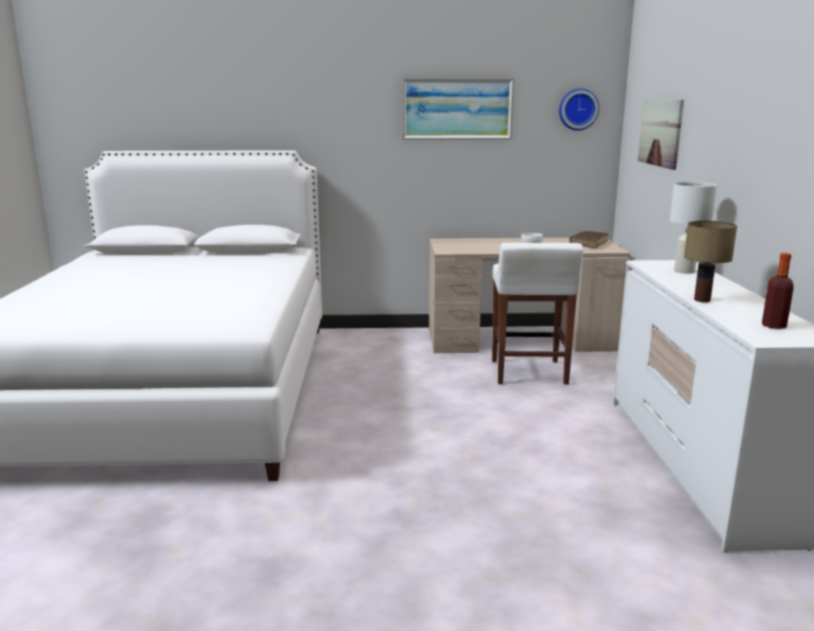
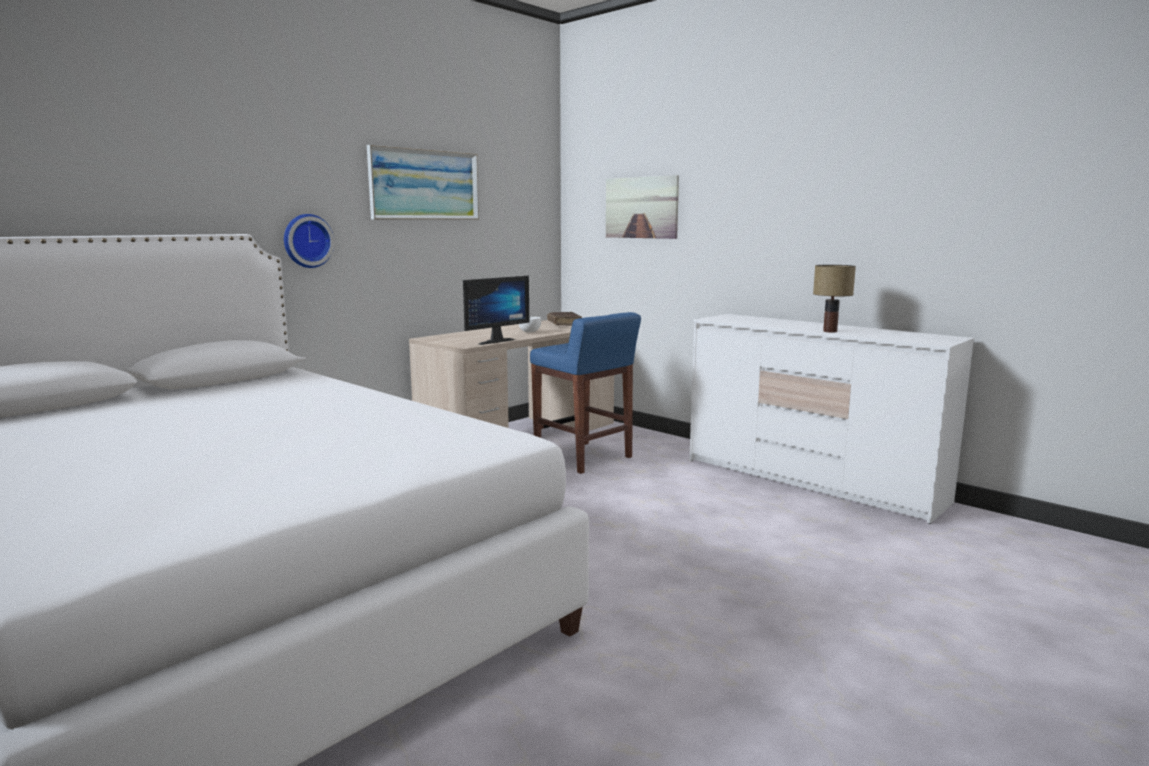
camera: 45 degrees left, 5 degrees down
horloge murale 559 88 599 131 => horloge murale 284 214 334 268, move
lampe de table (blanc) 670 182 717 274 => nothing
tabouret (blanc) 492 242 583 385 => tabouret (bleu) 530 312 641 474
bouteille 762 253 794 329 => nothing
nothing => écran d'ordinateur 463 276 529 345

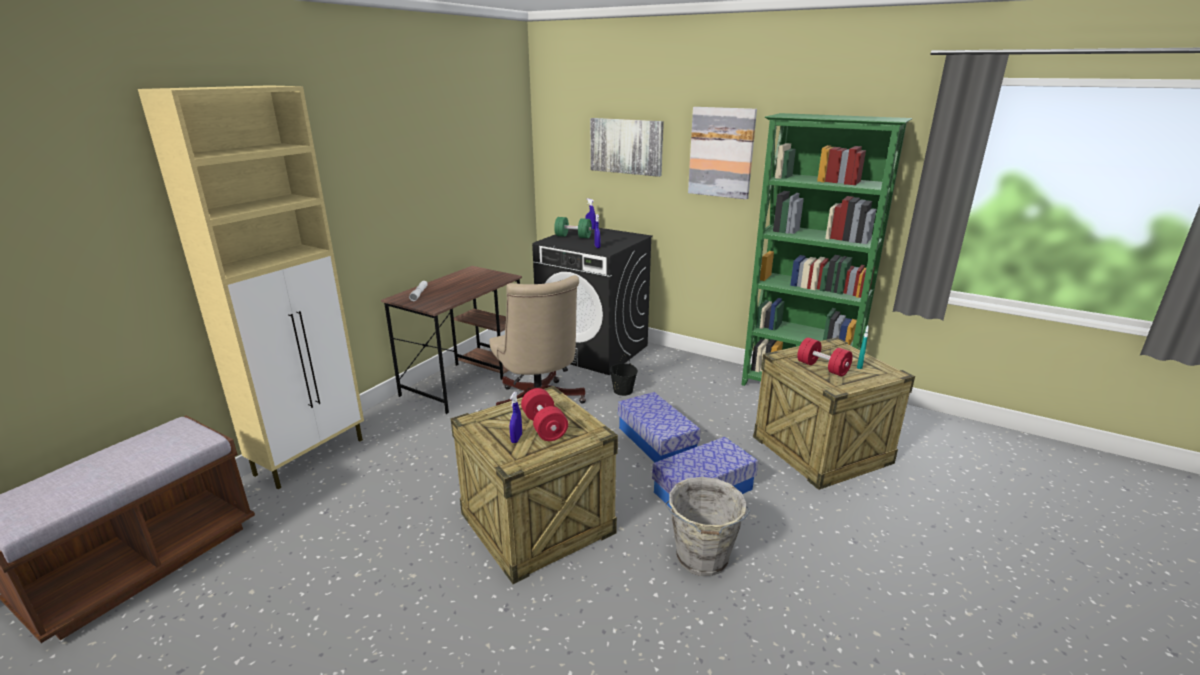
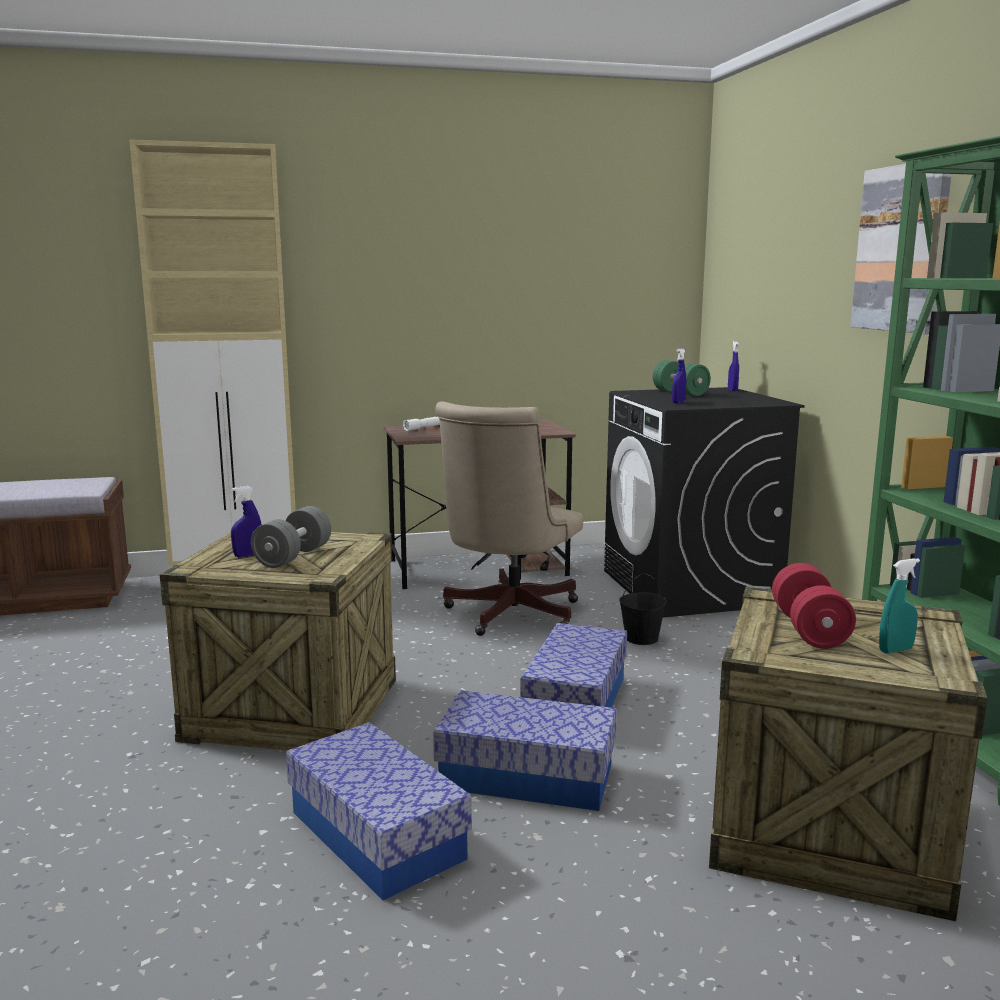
camera: 45 degrees right, 10 degrees down
tableau 590 118 664 177 => nothing
haltère (rouge) 521 388 568 441 => haltère (gris) 251 506 331 568
seau (gris) 665 477 750 576 => boîte de rangement 286 722 472 900

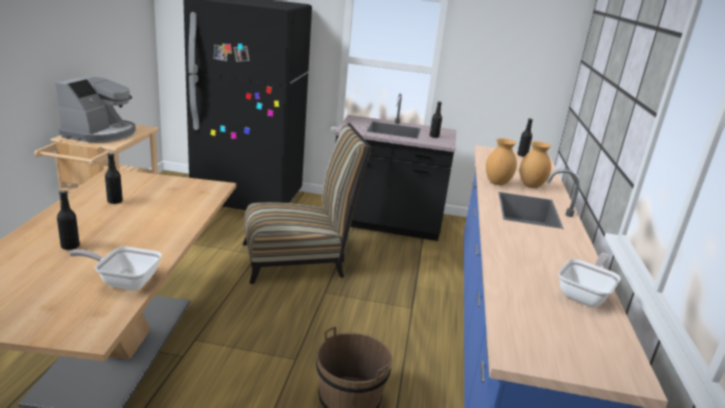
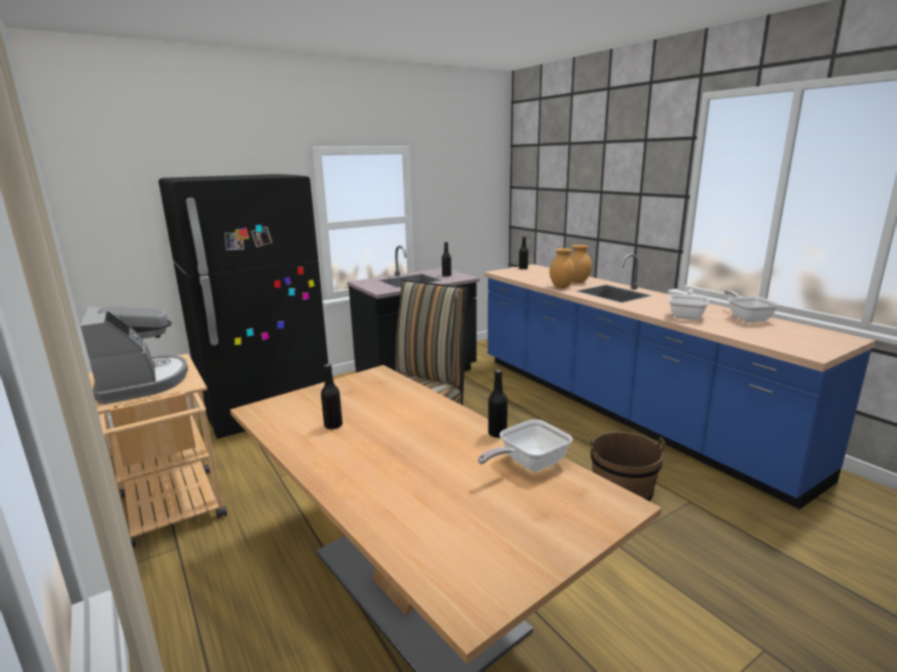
camera: 40 degrees left, 5 degrees down
bouteille (noir) 57 190 80 250 => bouteille (noir) 488 370 508 438, move
nothing => poêle 669 289 709 320

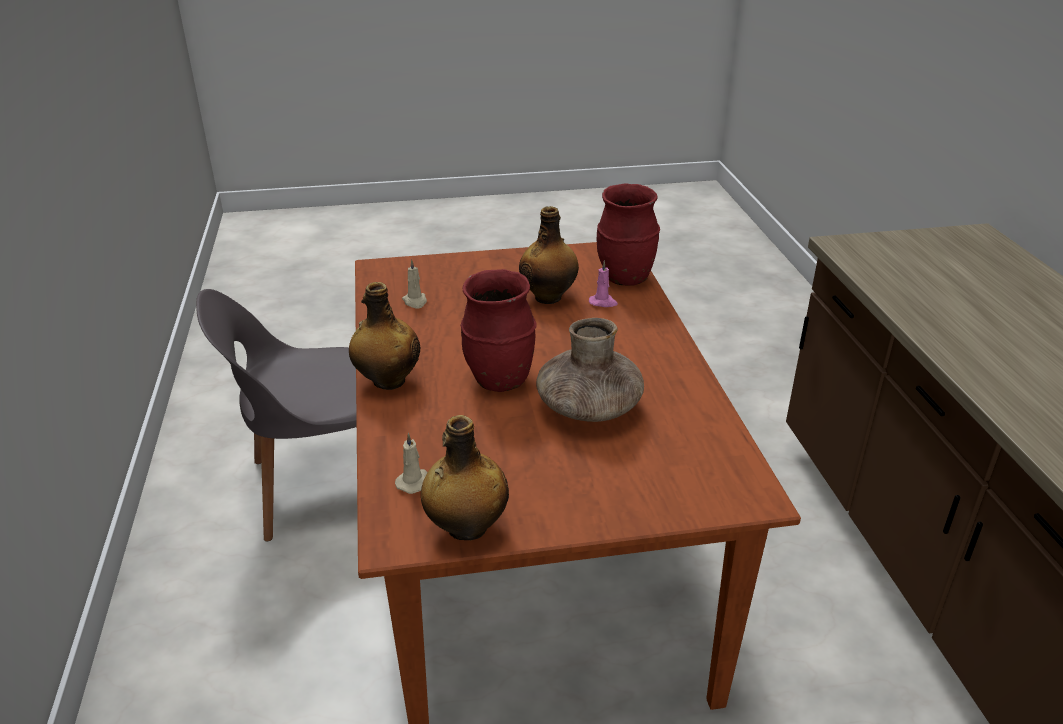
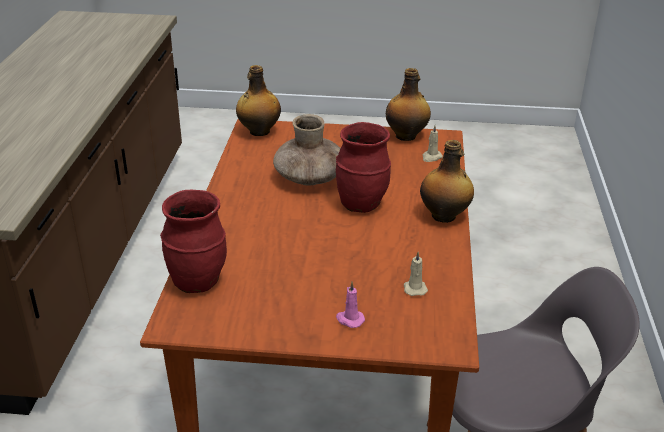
camera: 165 degrees left, 0 degrees up
bouteille 519 206 579 304 => bouteille 236 65 281 136, move
bougie (rose) 589 260 618 307 => bougie (rose) 336 282 365 328, move

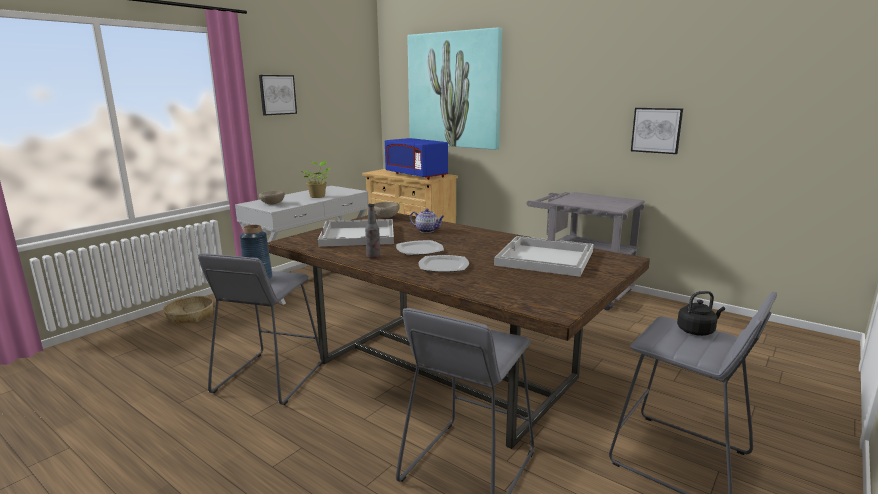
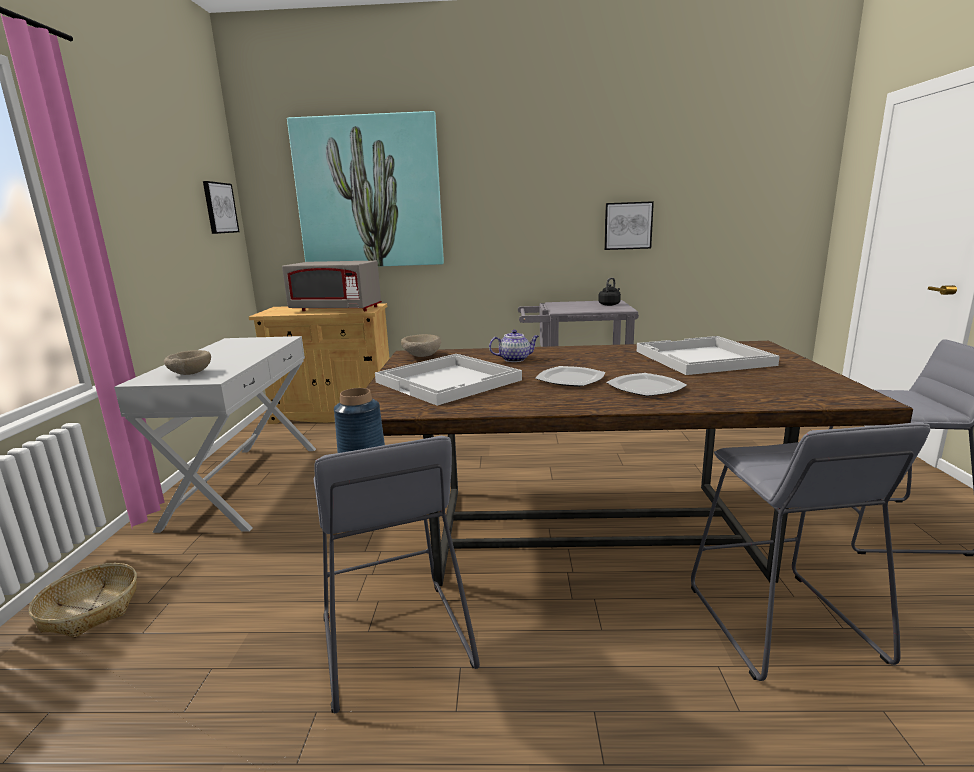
camera: 35 degrees left, 0 degrees up
tableau 259 75 297 115 => tableau 203 181 239 234, move
micro-ondes (bleu) 385 138 448 180 => micro-ondes (gris) 282 261 382 311
plante en pot 301 161 331 198 => nothing
bouteille 365 204 380 259 => nothing
bouilloire (noir) 677 291 725 336 => bouilloire (noir) 598 278 621 306, move

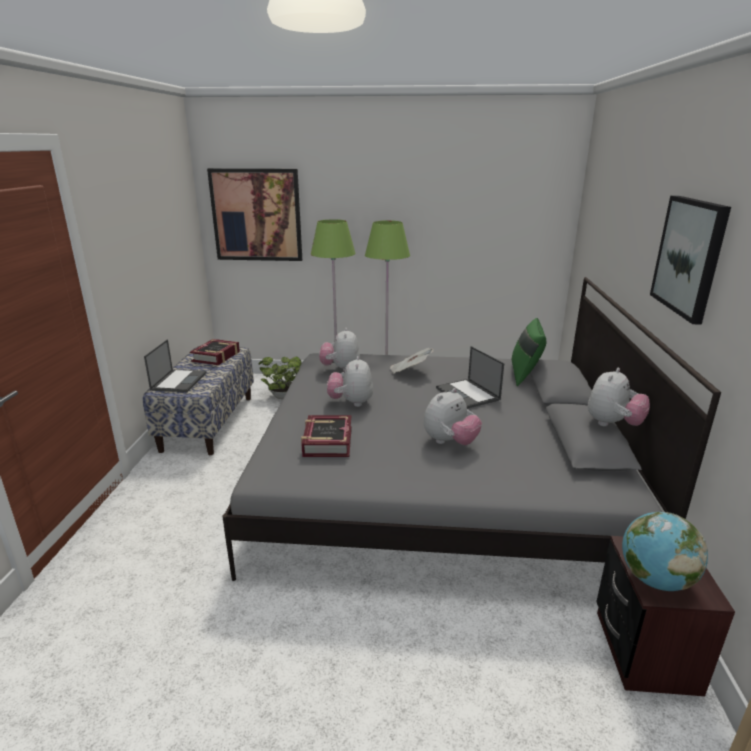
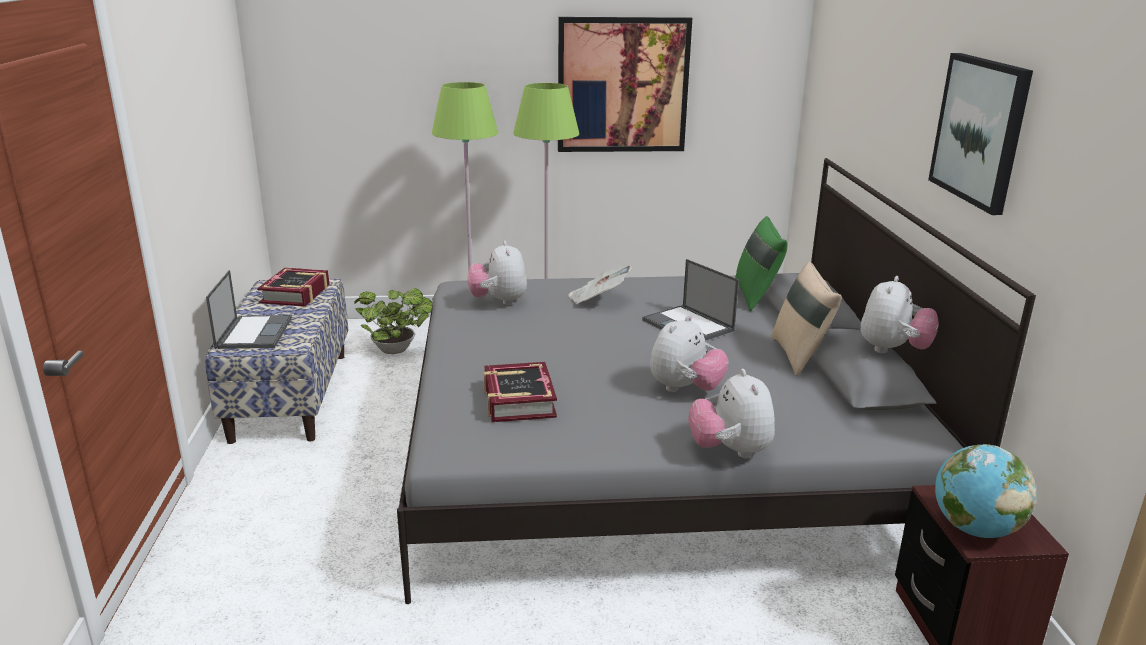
camera: 10 degrees left, 0 degrees up
tableau 207 168 302 261 => tableau 558 17 692 152, move
peluche 327 356 373 407 => peluche 688 369 775 458, move
nothing => coussin (beige) 772 262 842 376

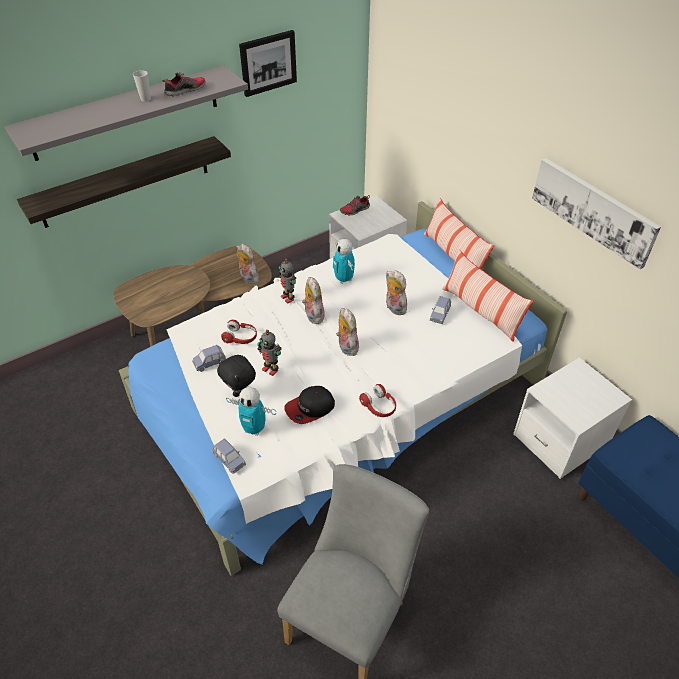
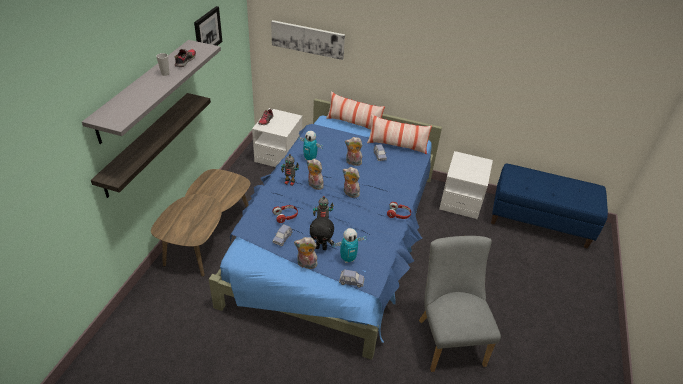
camera: 40 degrees left, 5 degrees down
tableau 532 158 661 269 => tableau 271 20 345 60, move
lit (blanc) 119 201 567 576 => lit (bleu) 209 98 442 360
peluche 236 244 259 284 => peluche 294 237 317 269, move
casquette 285 386 335 424 => nothing

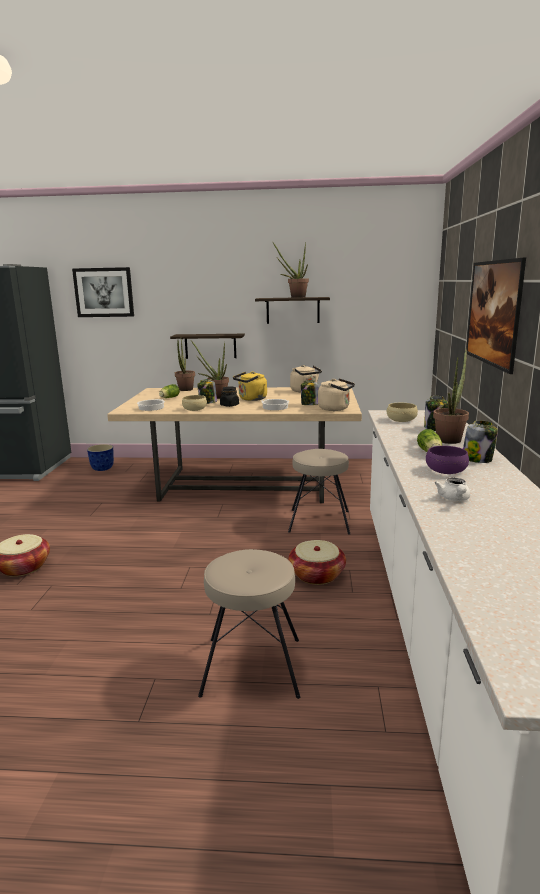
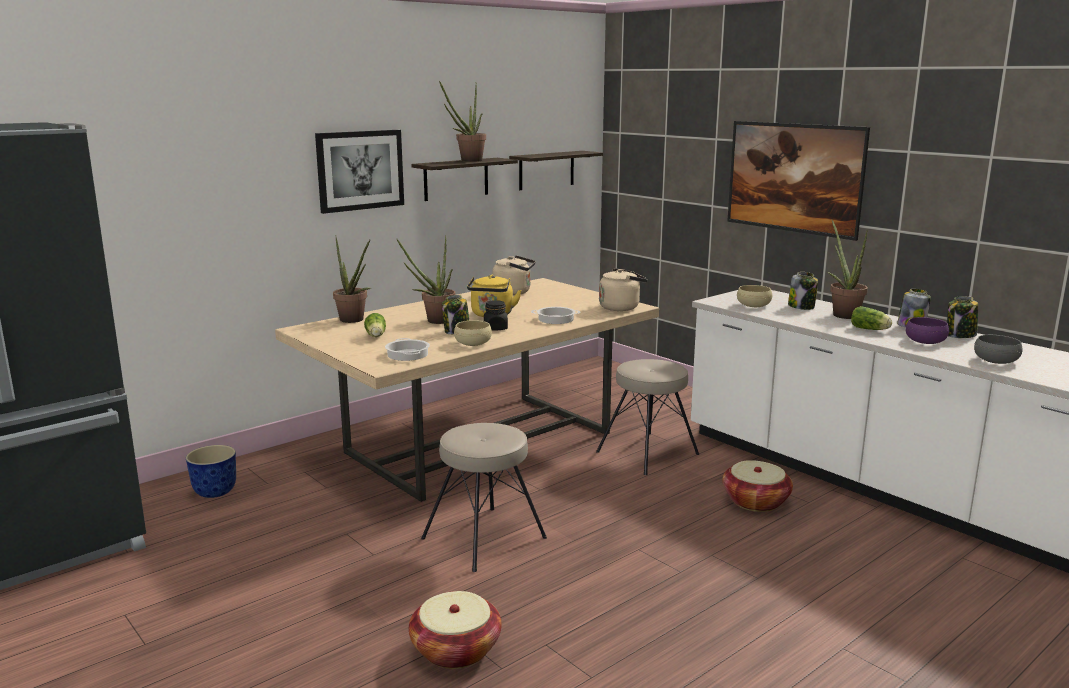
camera: 45 degrees left, 0 degrees up
tableau 72 267 134 317 => tableau 315 130 404 214, move
étagère 170 334 245 359 => étagère 509 151 603 190, move
bocal 301 380 319 405 => bocal 947 296 978 338, move
théière (blanc) 434 478 470 501 => bol (gris) 974 335 1022 364
tabouret (beige) 198 549 300 699 => tabouret (beige) 421 423 547 572, move

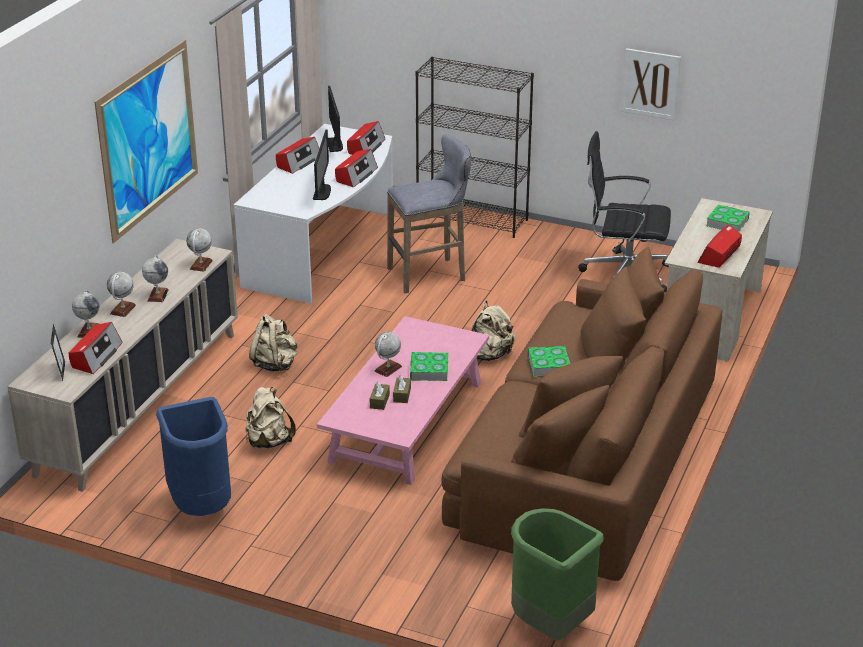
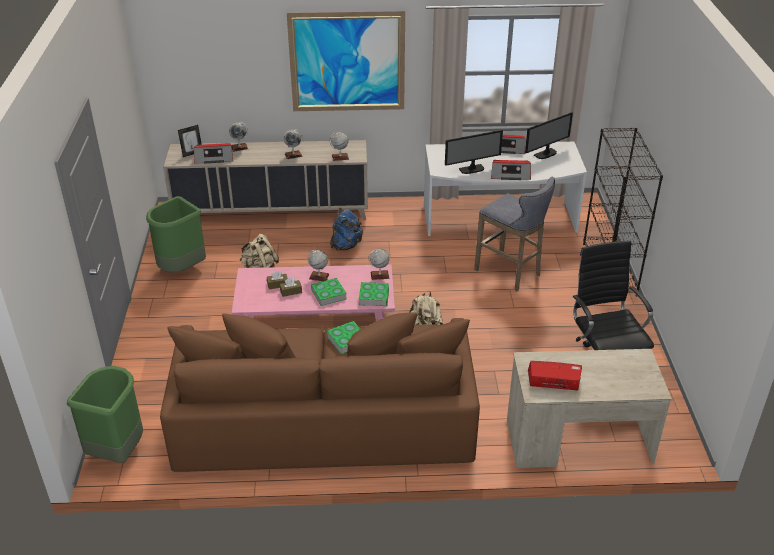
camera: 65 degrees right, 5 degrees up
tableau 621 48 681 121 => nothing
radio 347 121 385 155 => nothing
livre 706 205 750 232 => livre 359 282 389 306, move
globe 107 272 136 317 => globe 368 249 390 280, move
sac à dos (beige) 249 314 297 371 => sac à dos (bleu) 330 208 363 251
poubelle (bleu) 156 397 231 516 => poubelle (vert) 146 196 206 273

